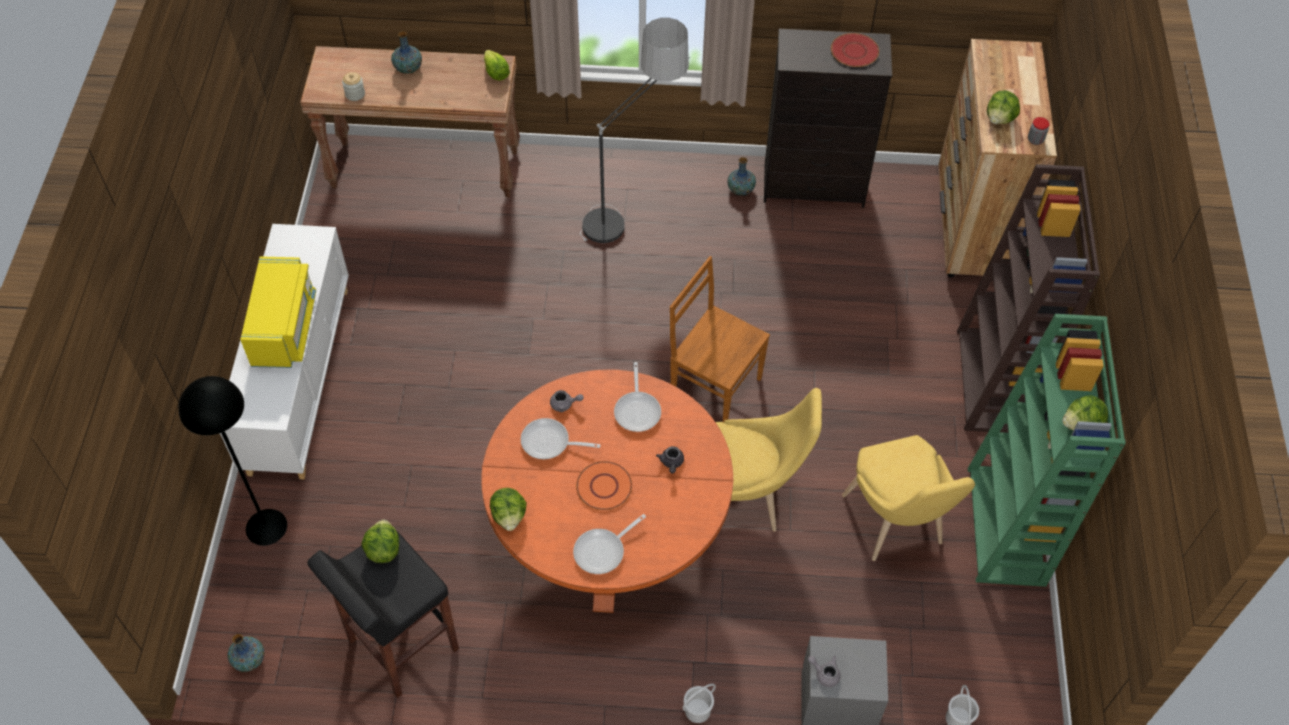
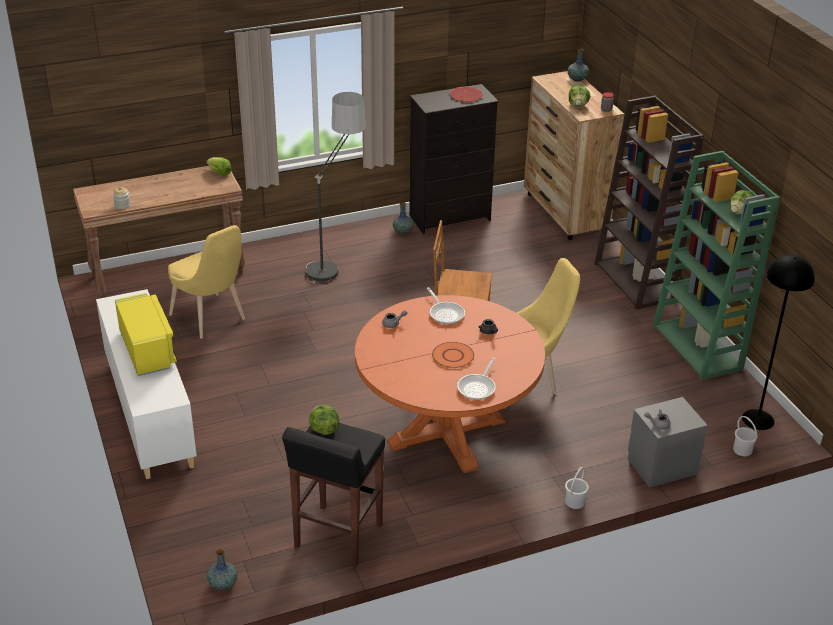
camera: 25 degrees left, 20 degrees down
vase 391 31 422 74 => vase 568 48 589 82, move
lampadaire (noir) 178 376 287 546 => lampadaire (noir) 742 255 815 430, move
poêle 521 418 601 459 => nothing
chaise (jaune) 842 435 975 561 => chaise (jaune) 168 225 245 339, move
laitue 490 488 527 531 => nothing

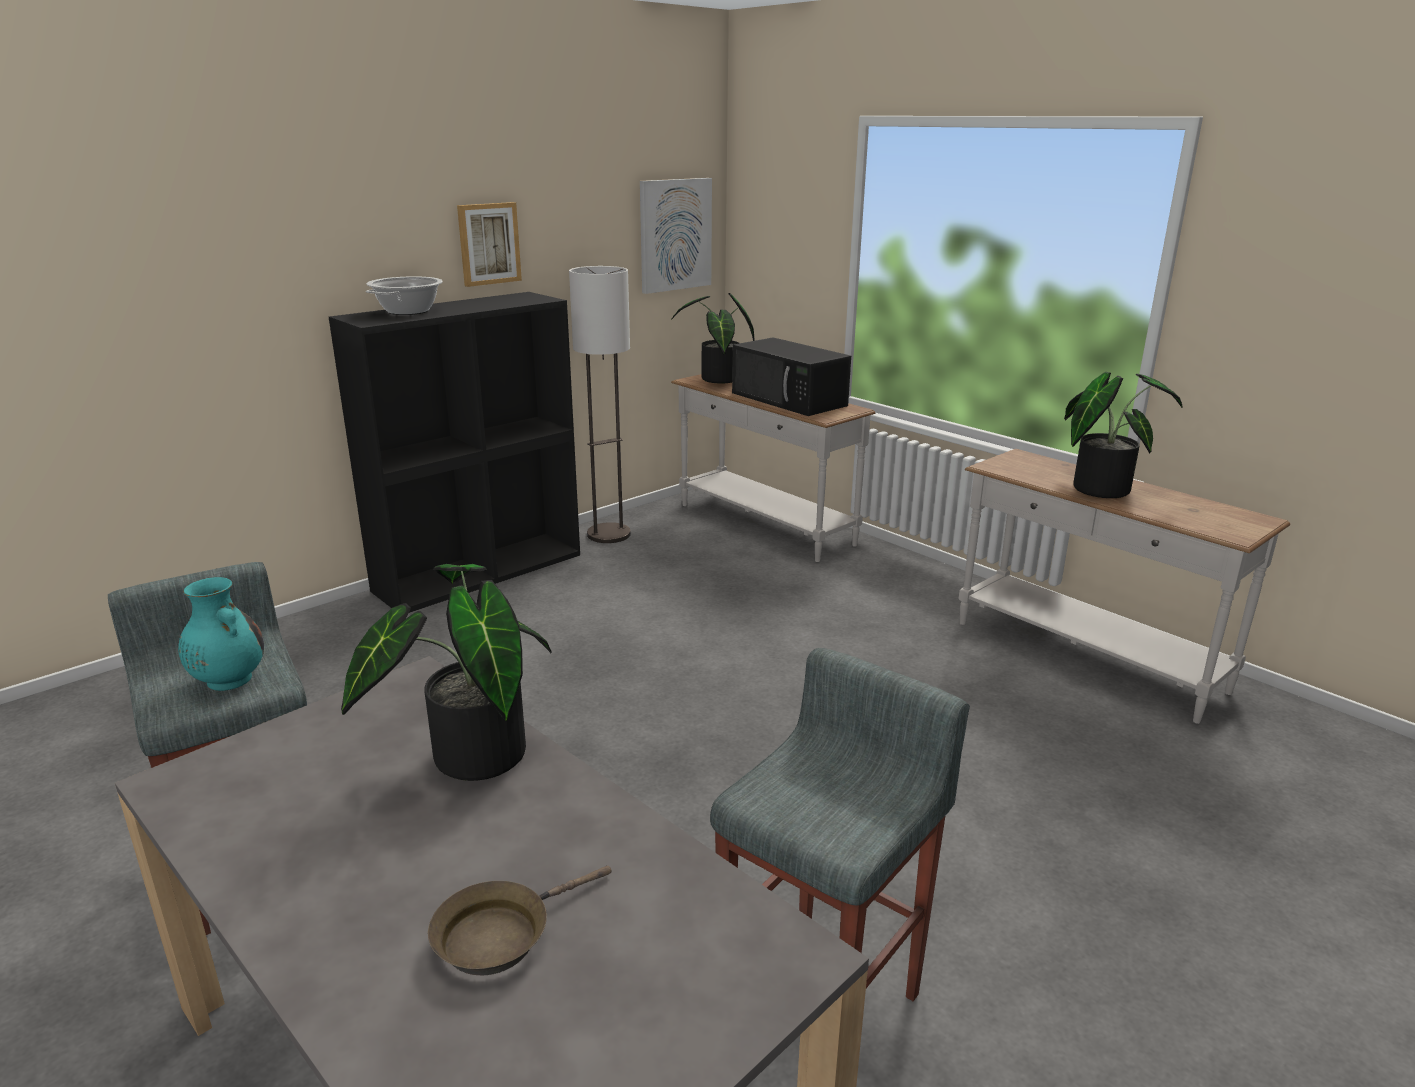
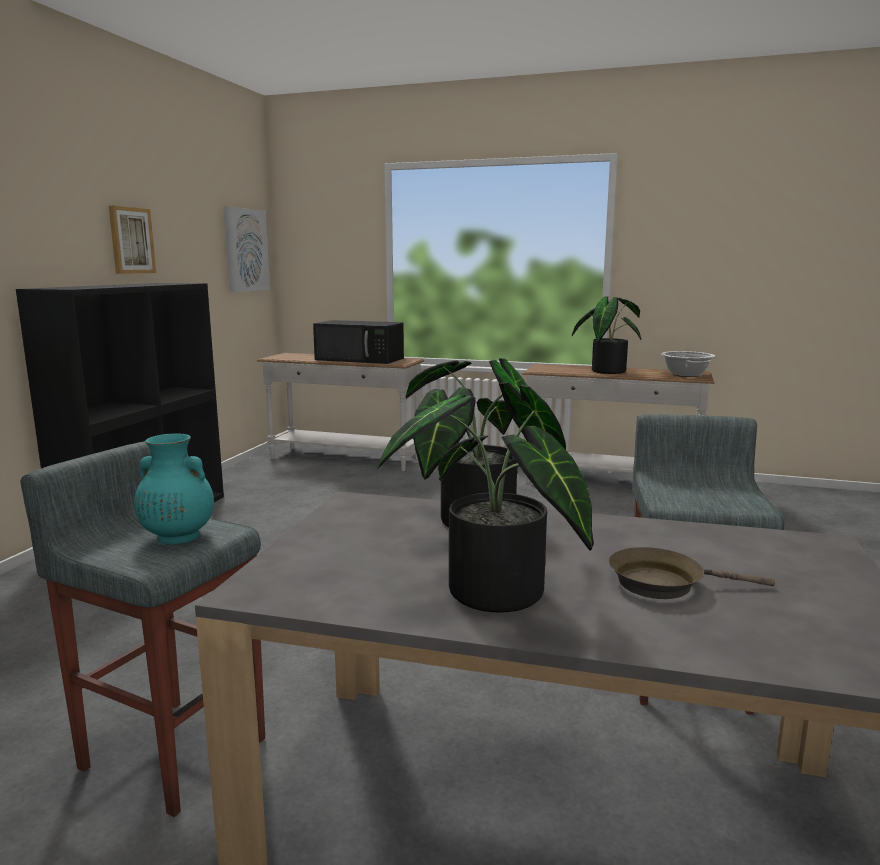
camera: 30 degrees left, 10 degrees down
lampadaire 569 266 631 543 => nothing
marmite 366 276 443 315 => marmite 661 351 715 377, move
plante en pot 671 293 755 384 => plante en pot 377 383 594 613, move
poêle (marron) 428 865 612 975 => poêle (marron) 609 547 775 599, 75 degrees clockwise

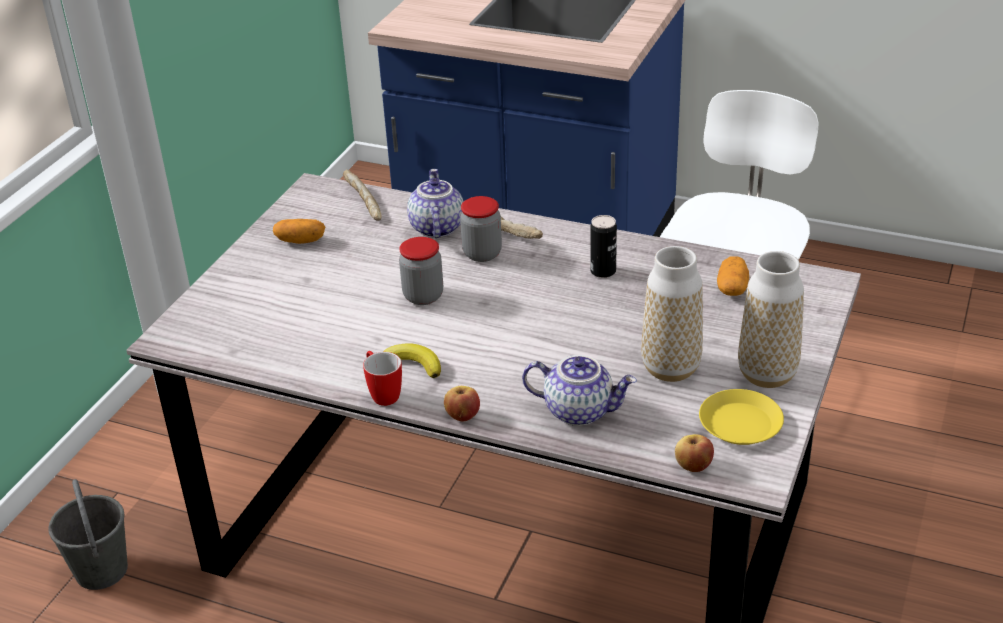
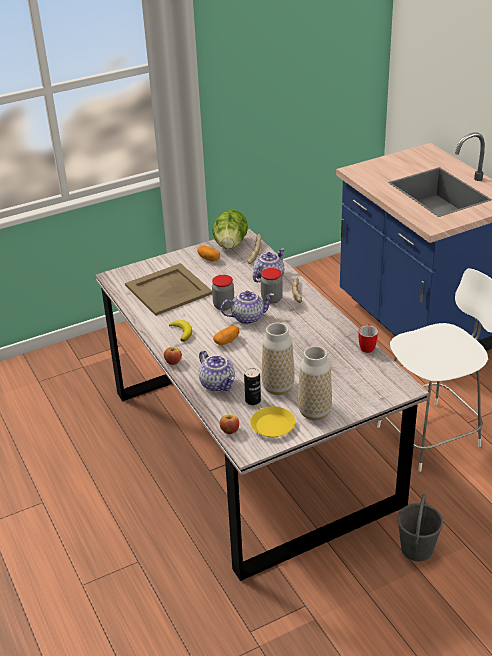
camera: 40 degrees right, 0 degrees up
boîte métallique 590 215 617 278 => boîte métallique 244 368 261 405, move
pomme de terre 717 256 749 296 => pomme de terre 213 325 240 345, move
mug 363 351 402 406 => mug 358 324 378 353, move
seau (gris) 48 479 128 590 => seau (gris) 397 494 443 562, move
nothing => laitue 212 210 248 249
nothing => plateau (beige) 125 263 212 316
nothing => théière 221 291 274 324

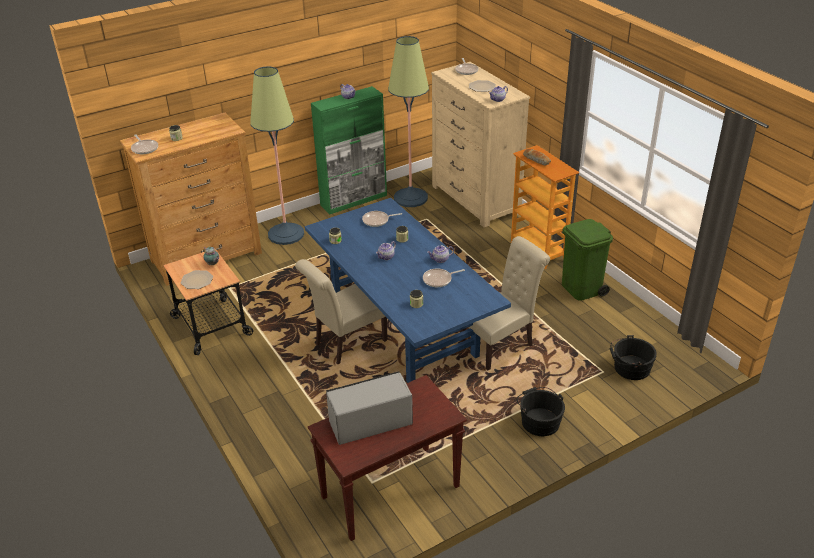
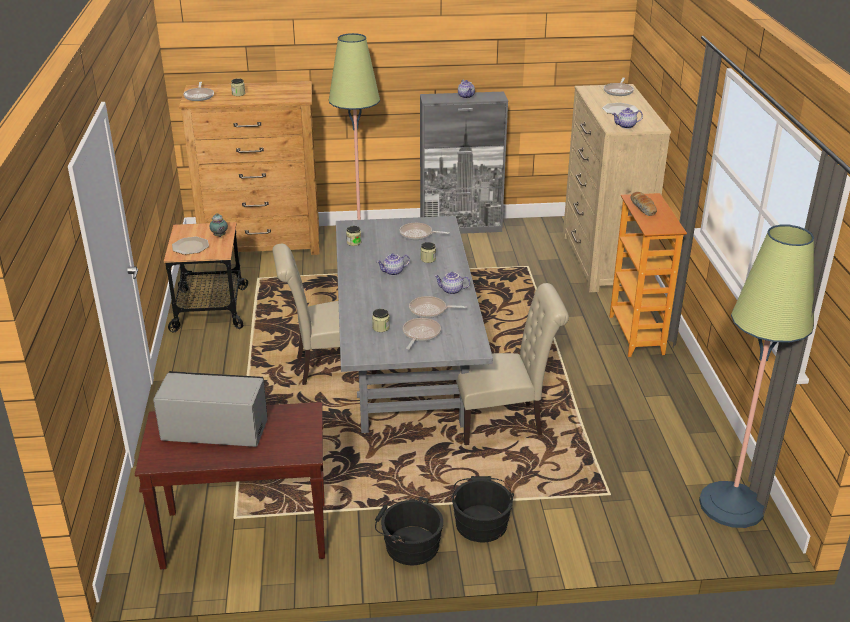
camera: 25 degrees right, 5 degrees down
lampadaire 388 36 429 207 => lampadaire 699 224 814 528, move
meuble de rangement (vert) 311 86 387 214 => meuble de rangement (gris) 420 92 508 234
table à manger (bleu) 305 198 511 383 => table à manger (gris) 336 216 493 433
poubelle (vert) 562 219 613 301 => nothing
seau (noir) 610 335 657 380 => seau (noir) 375 497 443 565, move
nothing => poêle 403 318 441 350

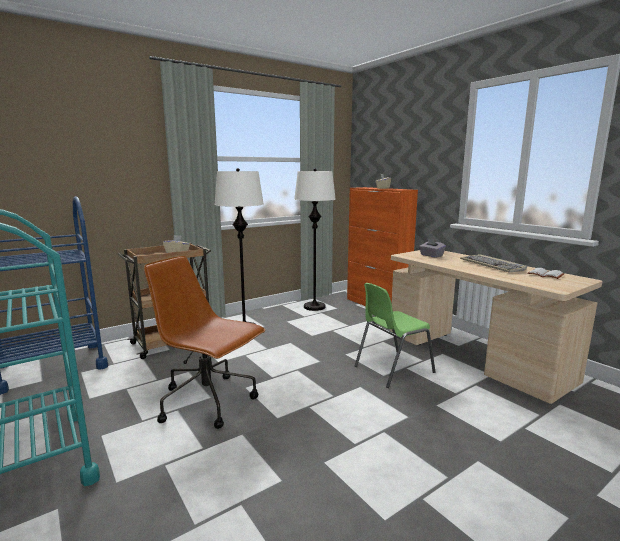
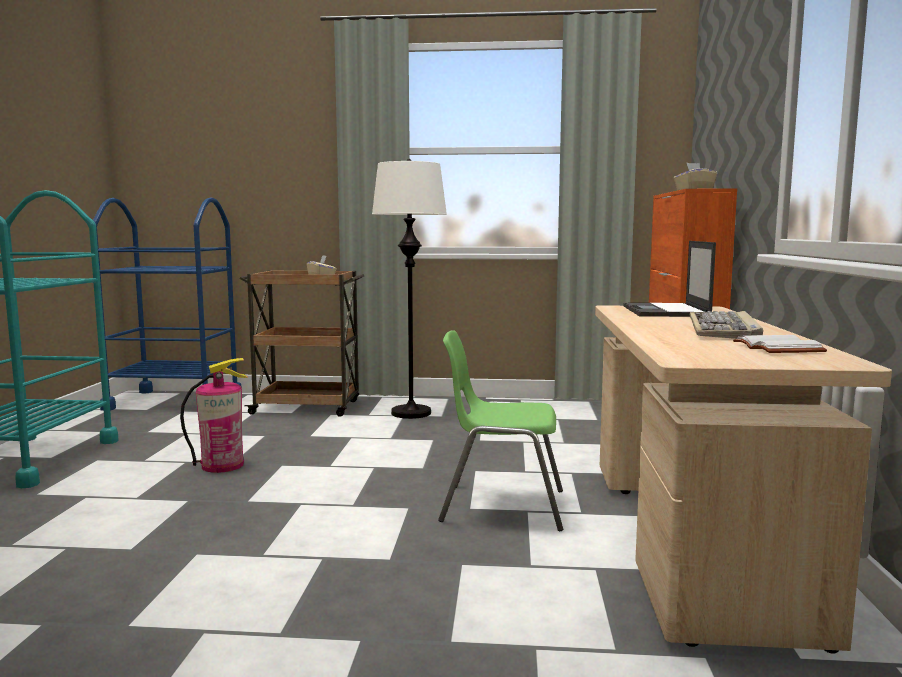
camera: 40 degrees right, 5 degrees down
lampadaire (blanc) 294 169 336 311 => nothing
boîte à mouchoirs (gris) 419 238 446 258 => ordinateur portable 624 241 716 317
chaise de bureau (marron) 144 256 266 429 => extincteur 180 358 248 473

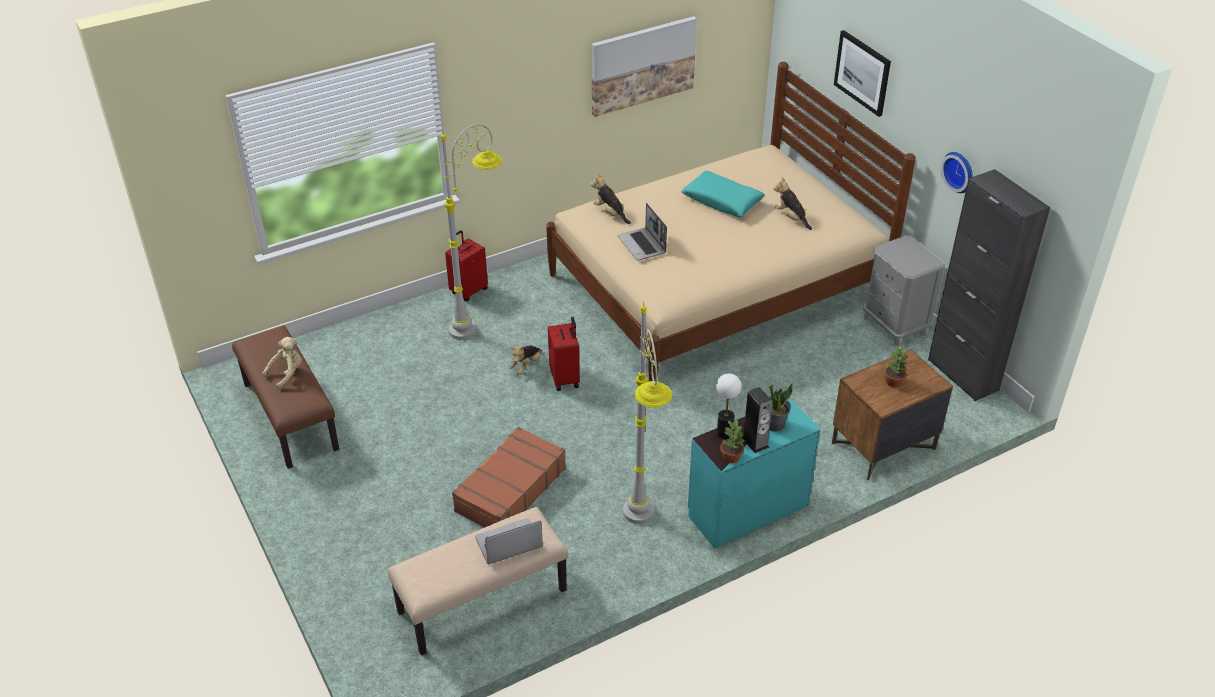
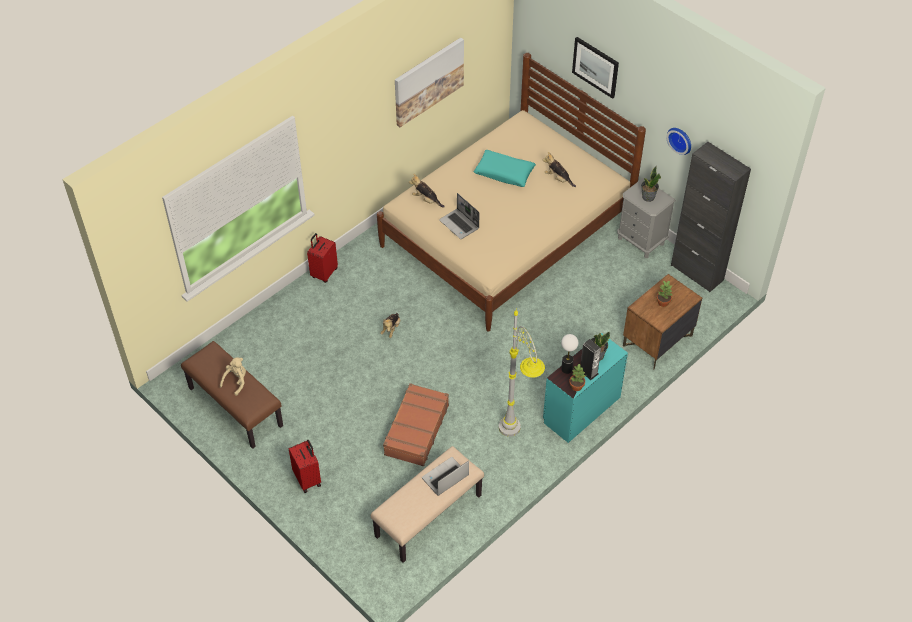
camera: 15 degrees left, 10 degrees up
lampadaire (gris) 441 124 502 340 => nothing
valise (rouge) 548 317 580 391 => valise (rouge) 288 440 321 493, move
nothing => plante en pot 641 166 661 202

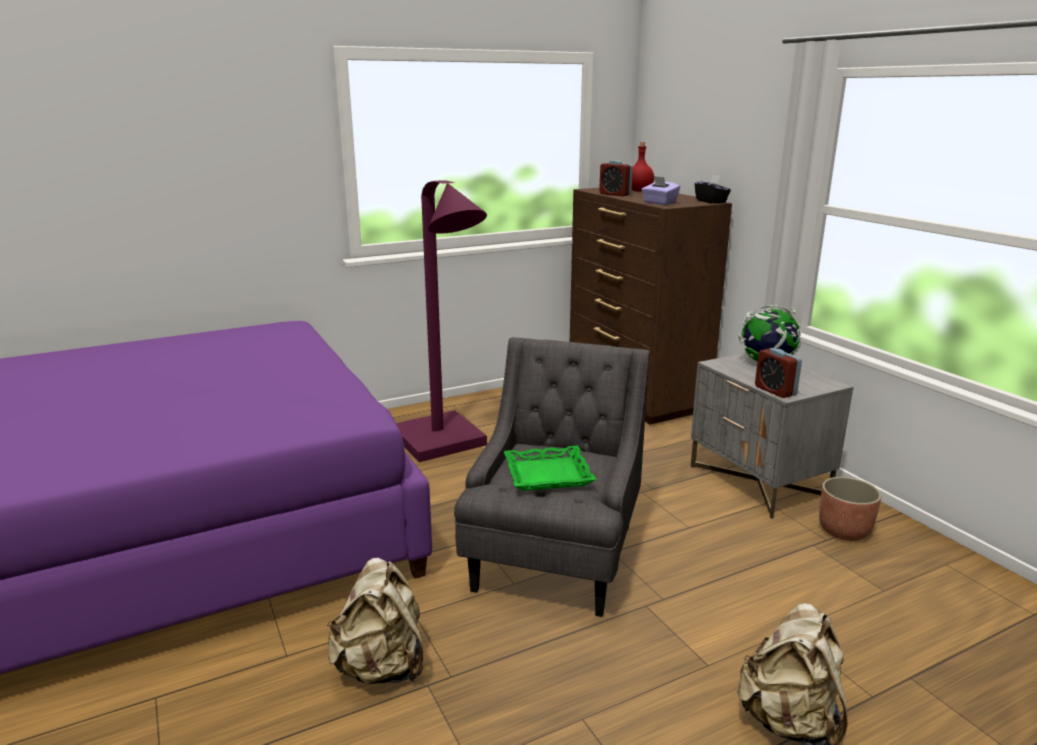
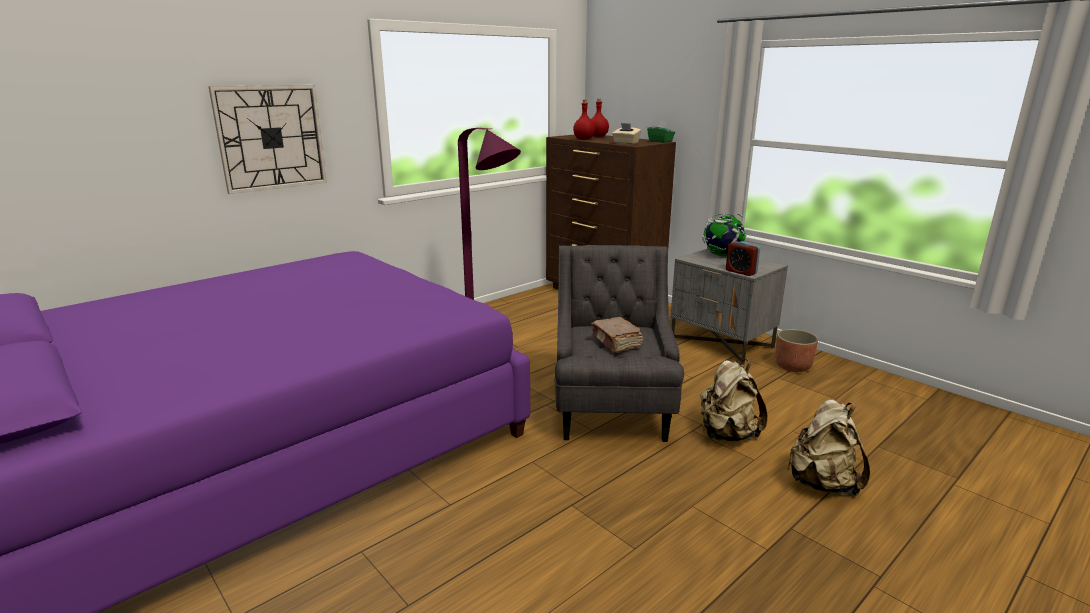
camera: 15 degrees left, 0 degrees up
réveil 599 160 633 196 => bouteille (rouge) 573 100 595 140
boîte à mouchoirs (noir) 695 175 731 204 => boîte à mouchoirs (vert) 647 121 675 143
boîte à mouchoirs (violet) 642 176 680 205 => boîte à mouchoirs (beige) 612 123 641 145
plateau (vert) 504 446 596 491 => livre (marron) 591 317 643 353
sac à dos (beige) 327 558 423 684 => sac à dos (beige) 700 359 767 441, move
nothing => horloge murale 208 85 327 194

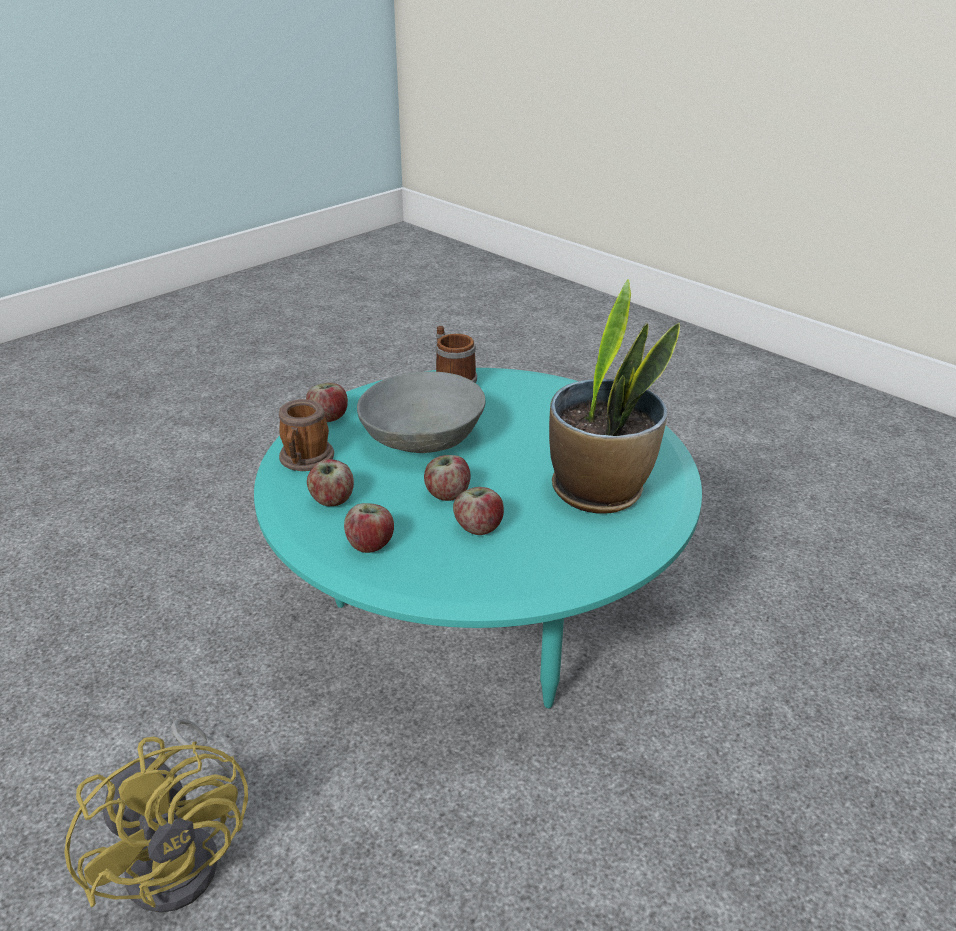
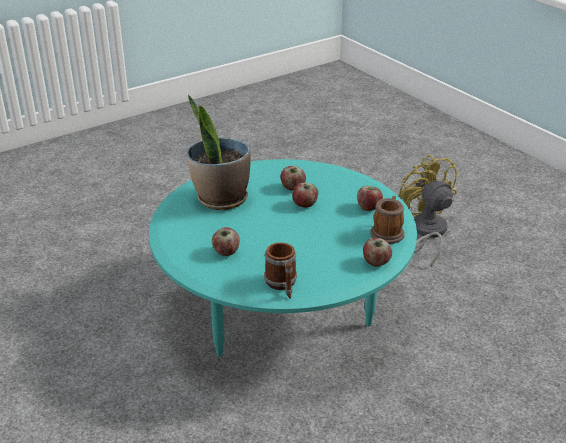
camera: 170 degrees left, 0 degrees up
bol (gris) 357 371 485 453 => nothing
pomme 344 503 394 553 => pomme 212 227 240 256, move

